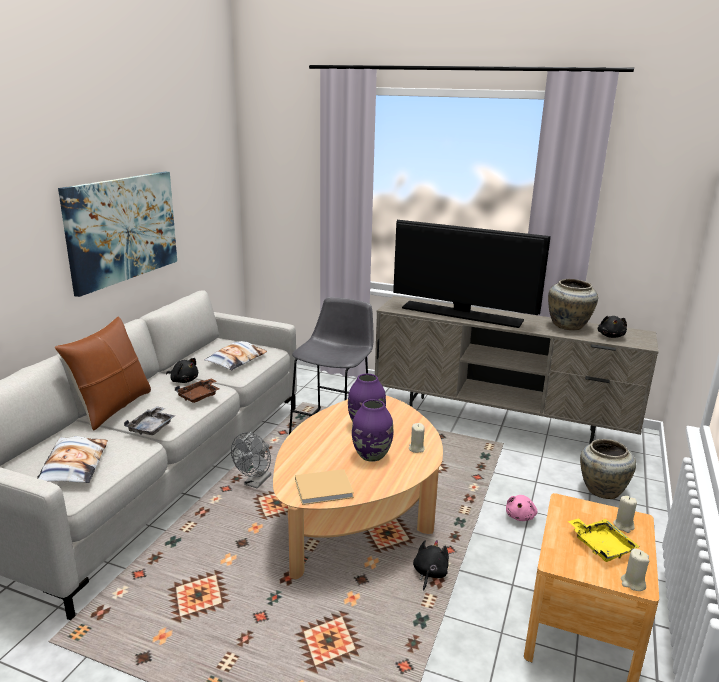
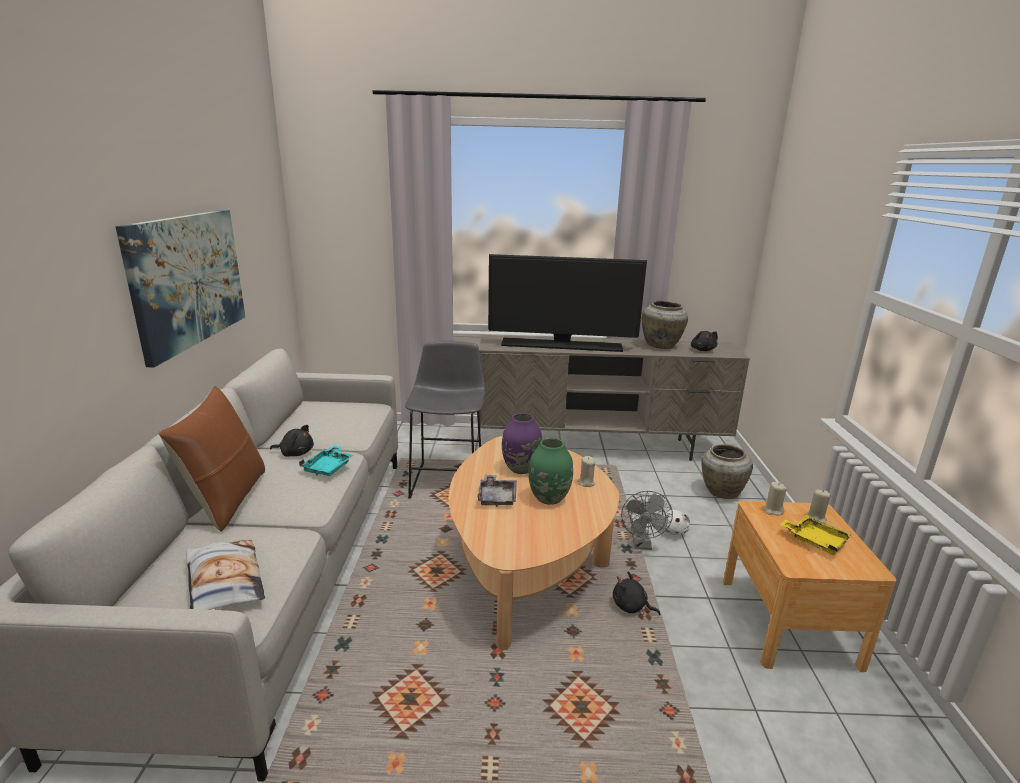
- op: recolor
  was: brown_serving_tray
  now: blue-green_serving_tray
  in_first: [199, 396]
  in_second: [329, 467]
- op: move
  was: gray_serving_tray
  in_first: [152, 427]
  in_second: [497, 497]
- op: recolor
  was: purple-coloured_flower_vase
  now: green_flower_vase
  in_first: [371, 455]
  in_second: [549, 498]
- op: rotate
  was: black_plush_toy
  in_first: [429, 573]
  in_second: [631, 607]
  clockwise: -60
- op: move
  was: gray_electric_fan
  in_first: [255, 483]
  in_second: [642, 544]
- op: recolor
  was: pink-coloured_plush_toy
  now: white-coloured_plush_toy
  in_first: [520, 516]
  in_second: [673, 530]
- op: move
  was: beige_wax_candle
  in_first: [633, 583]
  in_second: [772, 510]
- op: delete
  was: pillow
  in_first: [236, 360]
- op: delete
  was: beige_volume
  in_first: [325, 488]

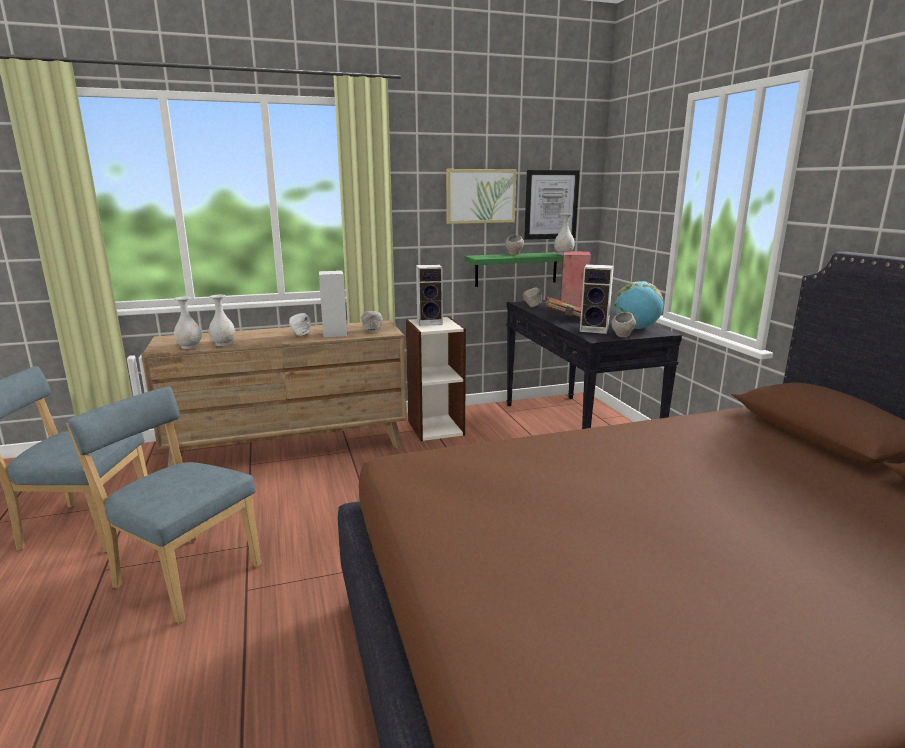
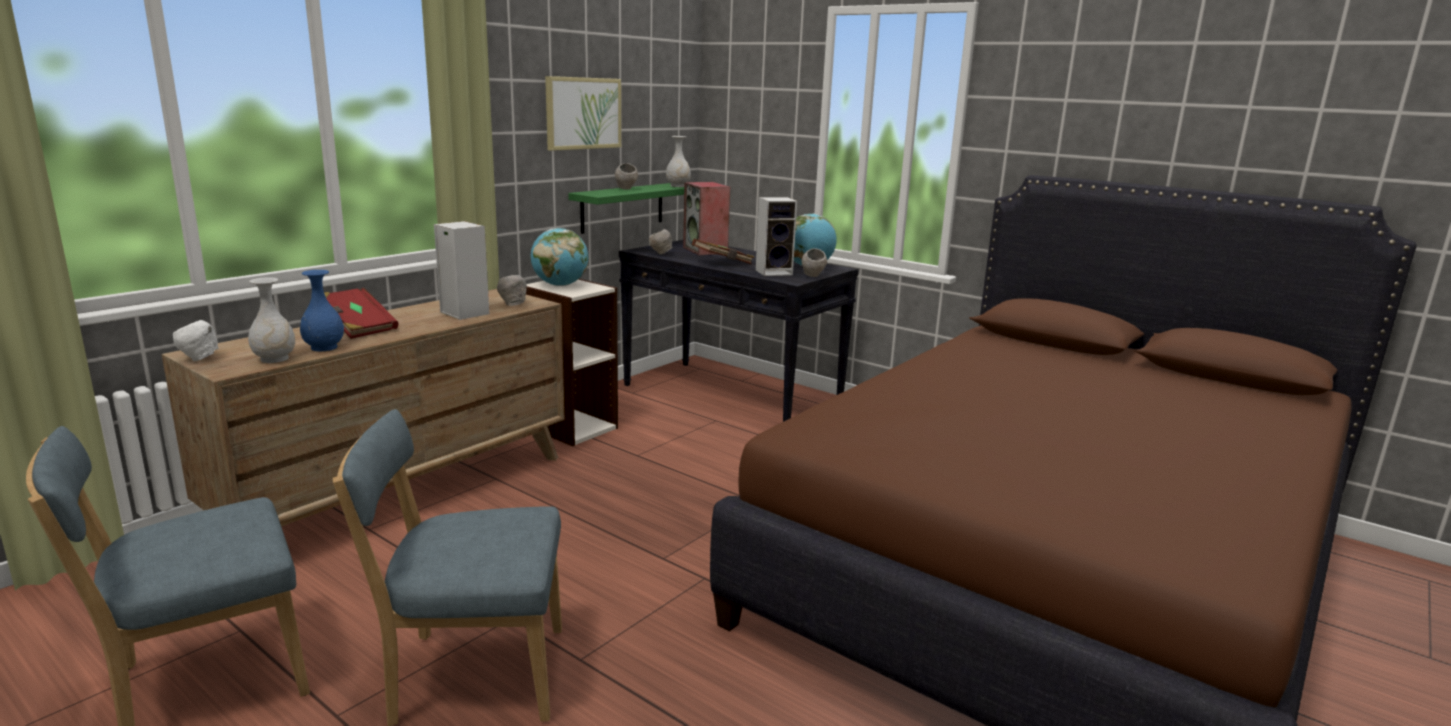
- op: move
  was: white-coloured_deep_dish
  in_first: [301, 335]
  in_second: [199, 359]
- op: recolor
  was: white-coloured_flower_vase
  now: blue_flower_vase
  in_first: [223, 344]
  in_second: [324, 347]
- op: insert
  now: red-coloured_volume
  in_second: [357, 327]
- op: replace
  was: speaker
  now: globe
  in_first: [430, 322]
  in_second: [560, 285]
- op: delete
  was: wall_art
  in_first: [551, 204]

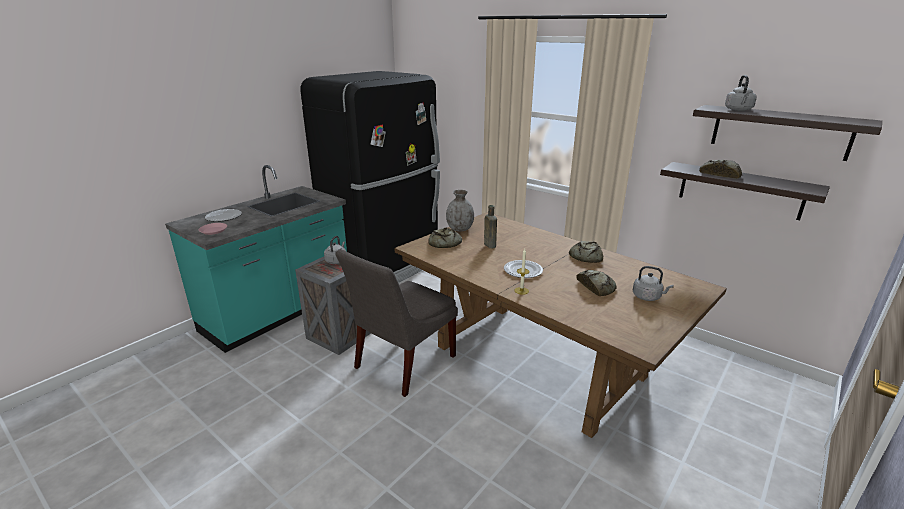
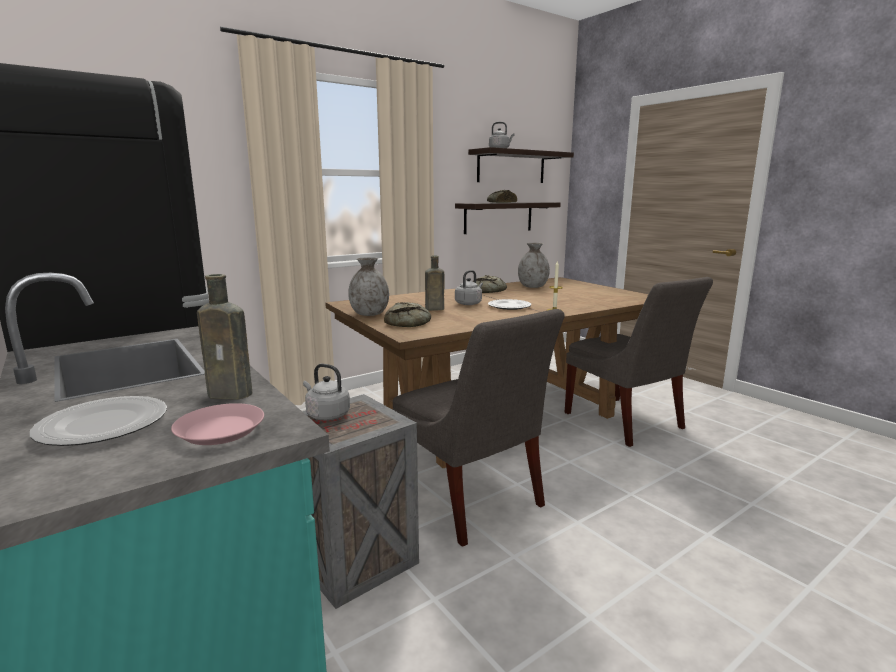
- op: insert
  now: brown_beverage_bottle
  in_second: [233, 394]
- op: move
  was: gray_kettle
  in_first: [648, 297]
  in_second: [469, 303]
- op: insert
  now: gray_flower_vase
  in_second: [533, 287]
- op: insert
  now: gray_upright_chair
  in_second: [626, 422]
- op: delete
  was: baked_bread
  in_first: [596, 286]

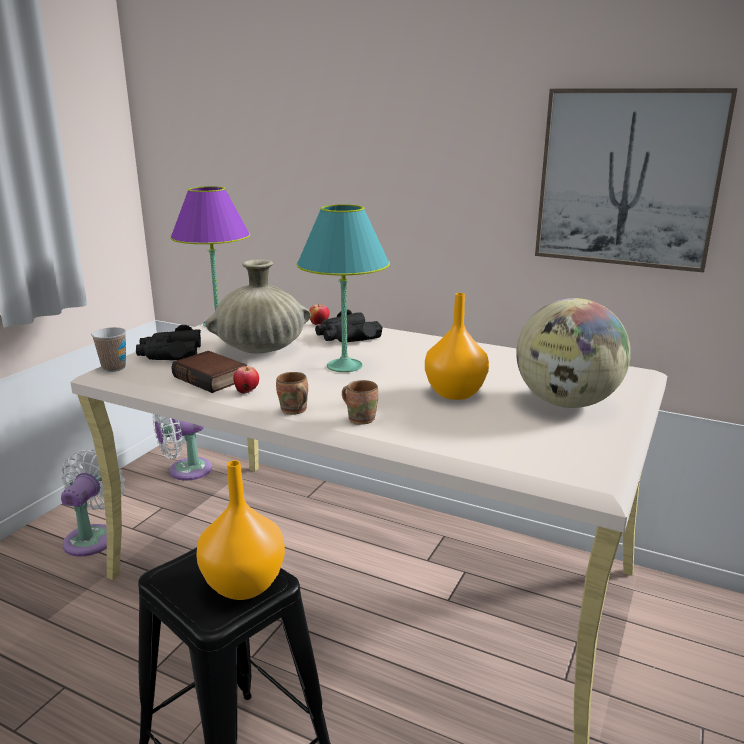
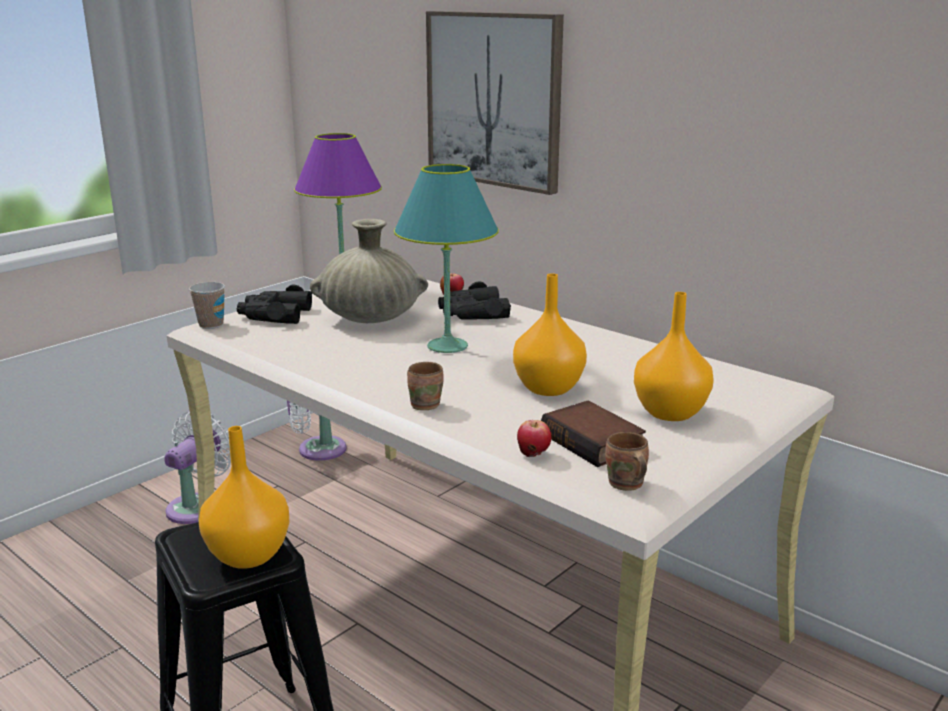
- op: move
  was: wall_art
  in_first: [628, 178]
  in_second: [494, 100]
- op: move
  was: apple
  in_first: [247, 392]
  in_second: [533, 455]
- op: move
  was: volume
  in_first: [213, 378]
  in_second: [595, 442]
- op: move
  was: brown_mug
  in_first: [293, 411]
  in_second: [625, 485]
- op: replace
  was: globe
  now: orangey_flower_vase
  in_first: [566, 403]
  in_second: [670, 413]

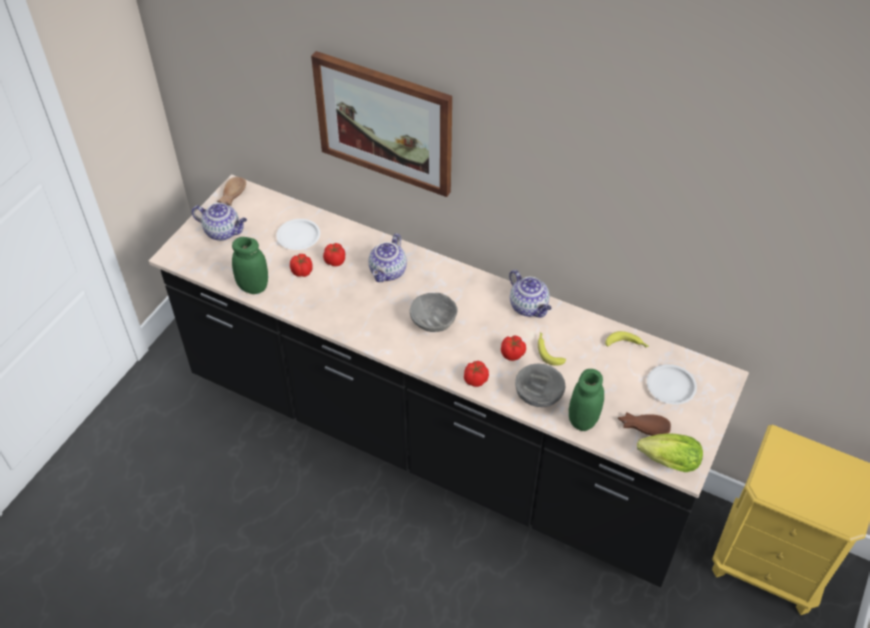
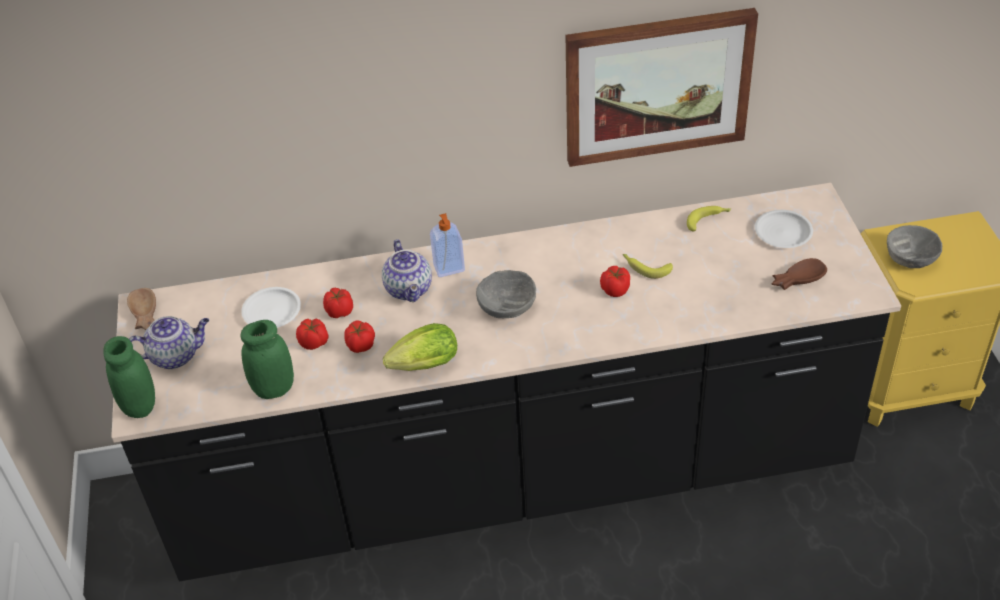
- op: move
  was: green_jar
  in_first: [583, 420]
  in_second: [140, 406]
- op: move
  was: fresh_tomato
  in_first: [475, 380]
  in_second: [360, 345]
- op: move
  was: lettuce
  in_first: [665, 461]
  in_second: [421, 366]
- op: insert
  now: soap_dispenser
  in_second: [449, 269]
- op: move
  was: wall_art
  in_first: [385, 123]
  in_second: [657, 86]
- op: move
  was: gray_deep_dish
  in_first: [538, 395]
  in_second: [910, 259]
- op: delete
  was: tea_pot
  in_first: [529, 307]

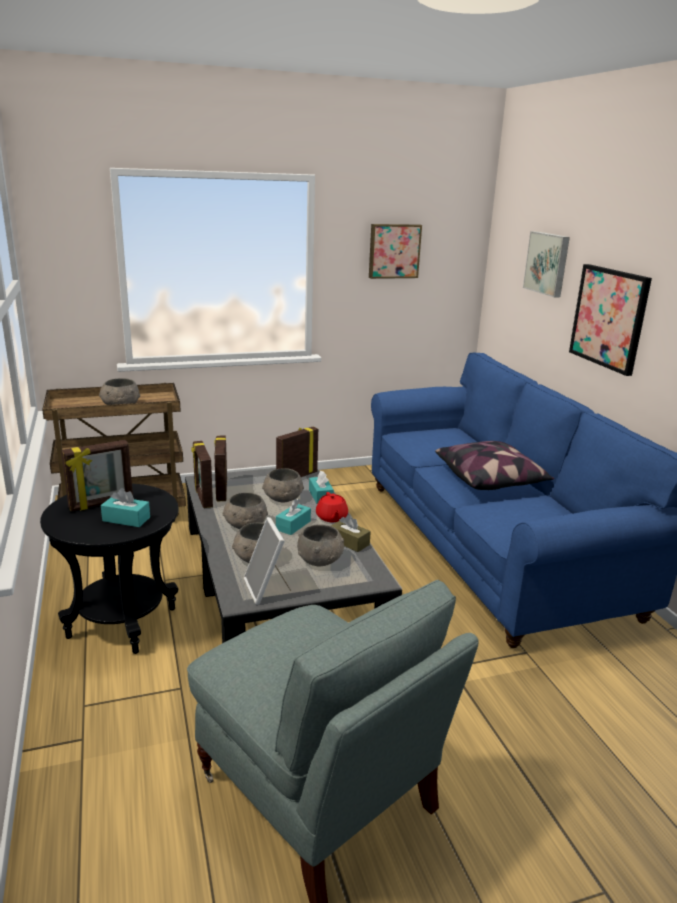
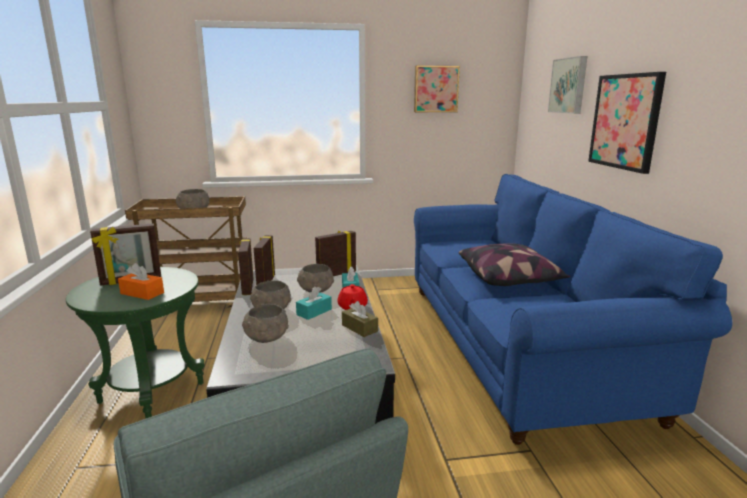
- op: recolor
  was: black_accent_table
  now: green_accent_table
  in_first: [122, 623]
  in_second: [152, 393]
- op: recolor
  was: blue-green_box_of_tissues
  now: orangey_box_of_tissues
  in_first: [126, 519]
  in_second: [142, 293]
- op: delete
  was: photo_frame
  in_first: [267, 589]
- op: delete
  was: gray_deep_dish
  in_first: [320, 560]

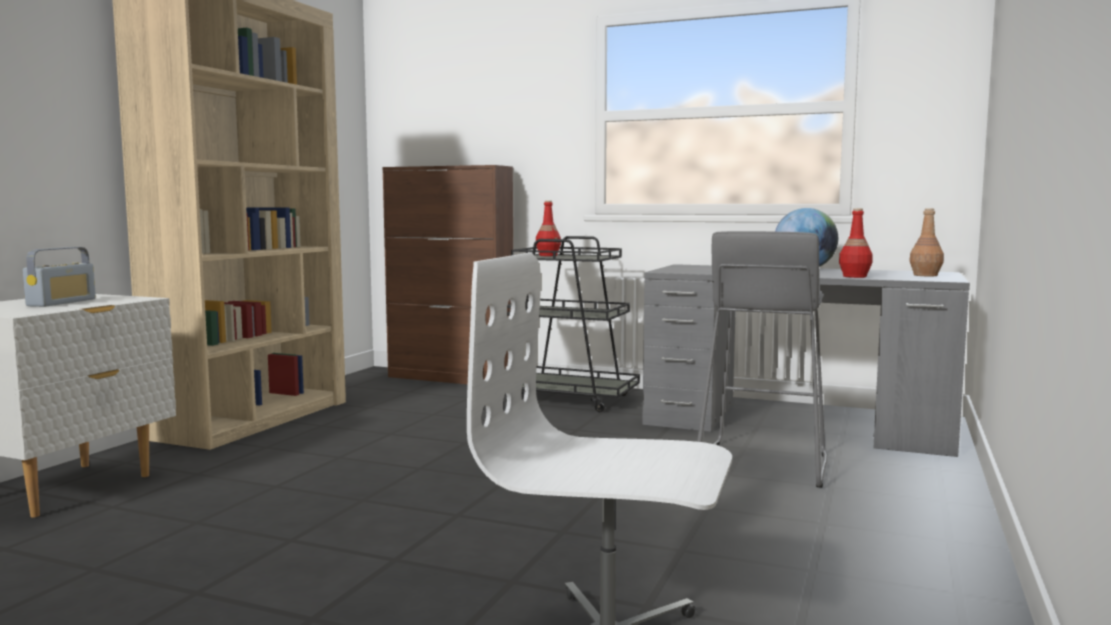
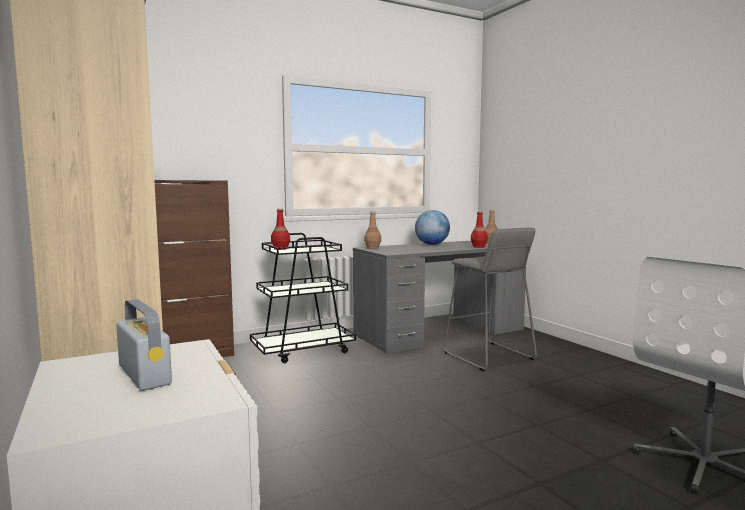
- op: insert
  now: brown_beverage_bottle
  in_second: [373, 248]

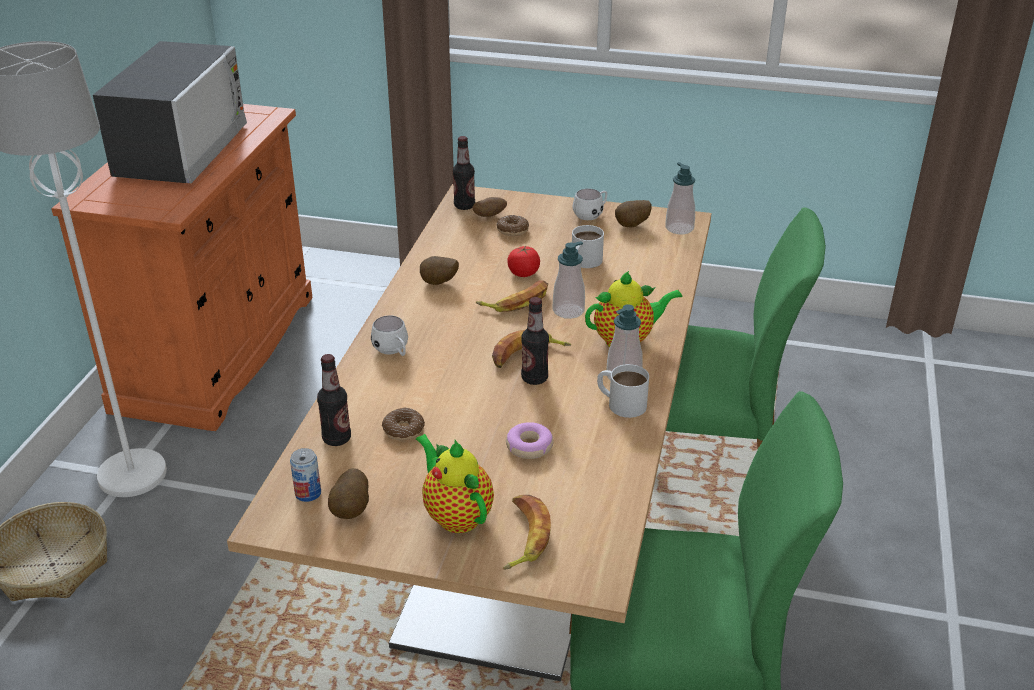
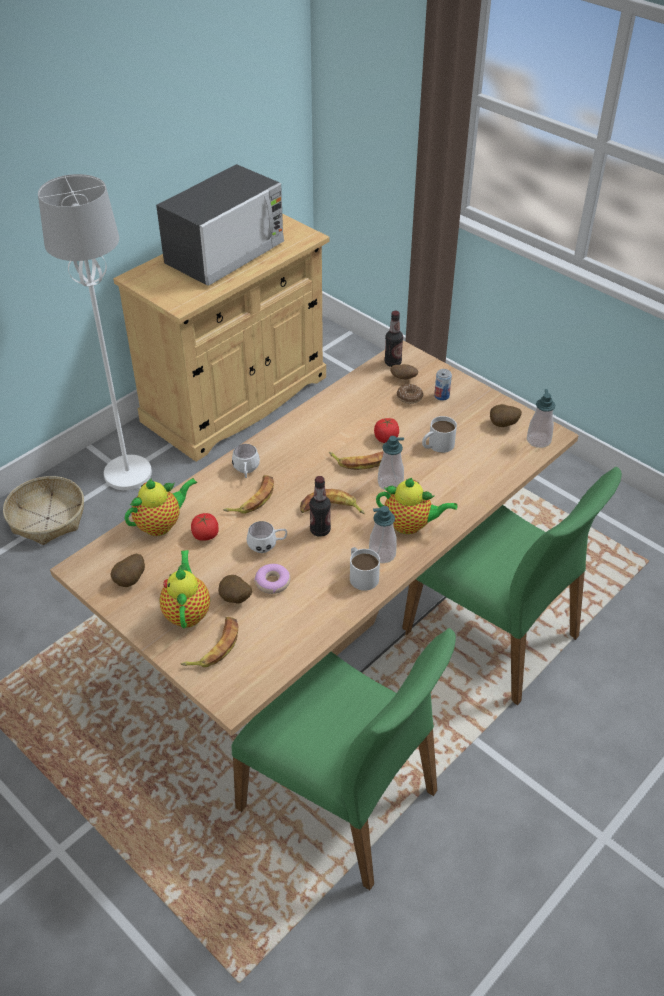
- op: recolor
  was: orangey_cupboard
  now: beige_cupboard
  in_first: [217, 351]
  in_second: [236, 399]
- op: replace
  was: beverage_bottle
  now: tea_pot
  in_first: [337, 439]
  in_second: [161, 524]
- op: replace
  was: ring_doughnut
  now: fresh_tomato
  in_first: [403, 430]
  in_second: [205, 535]
- op: move
  was: whole_potato
  in_first: [439, 284]
  in_second: [235, 599]
- op: insert
  now: banana
  in_second: [252, 498]
- op: move
  was: white-coloured_mug
  in_first: [591, 215]
  in_second: [267, 546]
- op: move
  was: can
  in_first: [308, 493]
  in_second: [441, 396]

